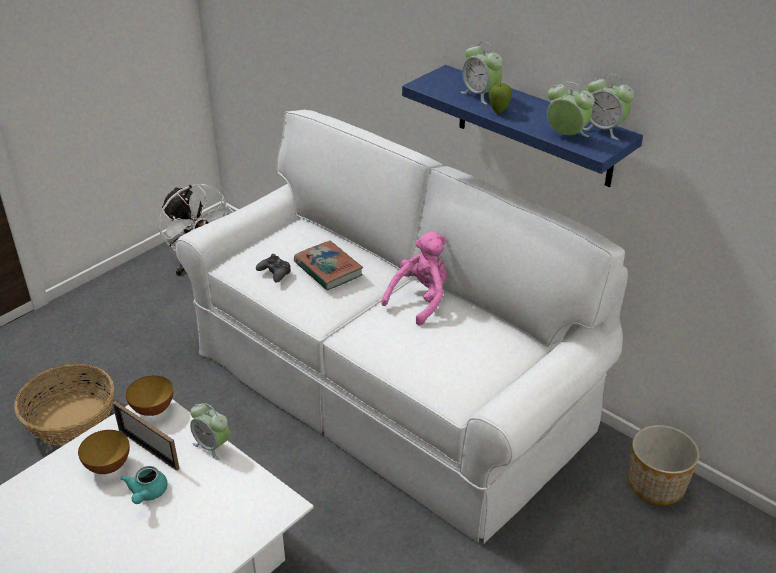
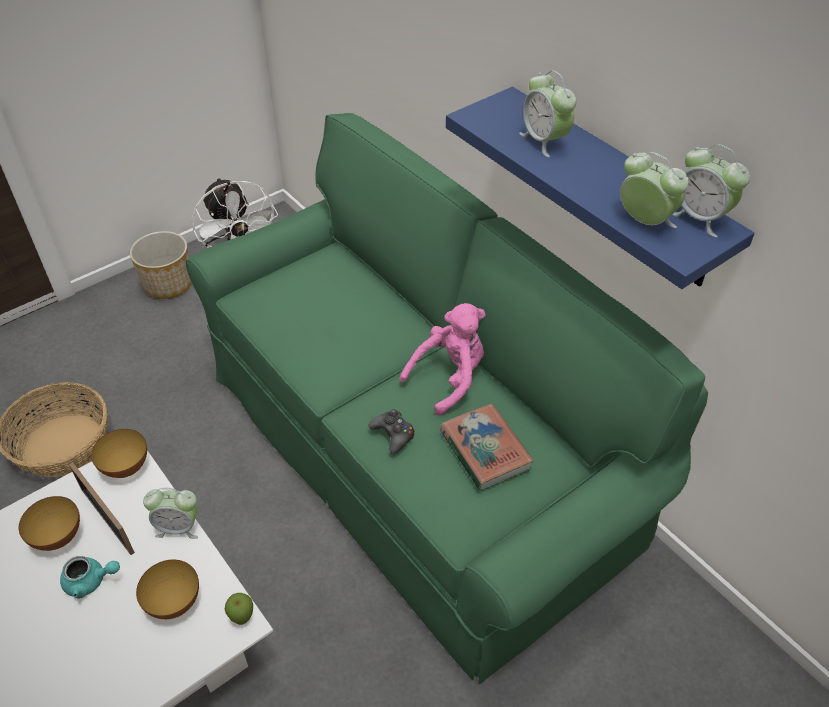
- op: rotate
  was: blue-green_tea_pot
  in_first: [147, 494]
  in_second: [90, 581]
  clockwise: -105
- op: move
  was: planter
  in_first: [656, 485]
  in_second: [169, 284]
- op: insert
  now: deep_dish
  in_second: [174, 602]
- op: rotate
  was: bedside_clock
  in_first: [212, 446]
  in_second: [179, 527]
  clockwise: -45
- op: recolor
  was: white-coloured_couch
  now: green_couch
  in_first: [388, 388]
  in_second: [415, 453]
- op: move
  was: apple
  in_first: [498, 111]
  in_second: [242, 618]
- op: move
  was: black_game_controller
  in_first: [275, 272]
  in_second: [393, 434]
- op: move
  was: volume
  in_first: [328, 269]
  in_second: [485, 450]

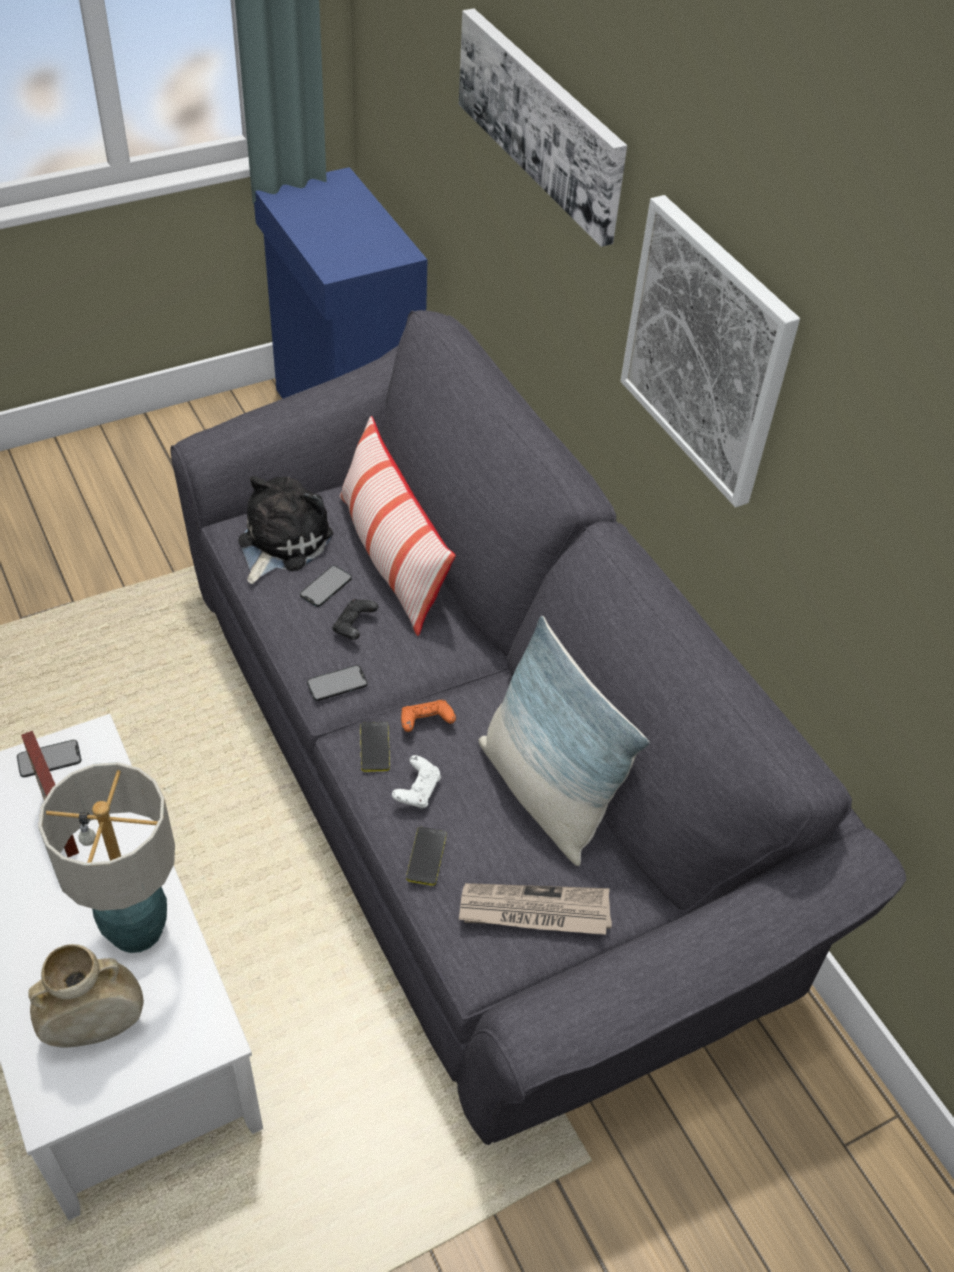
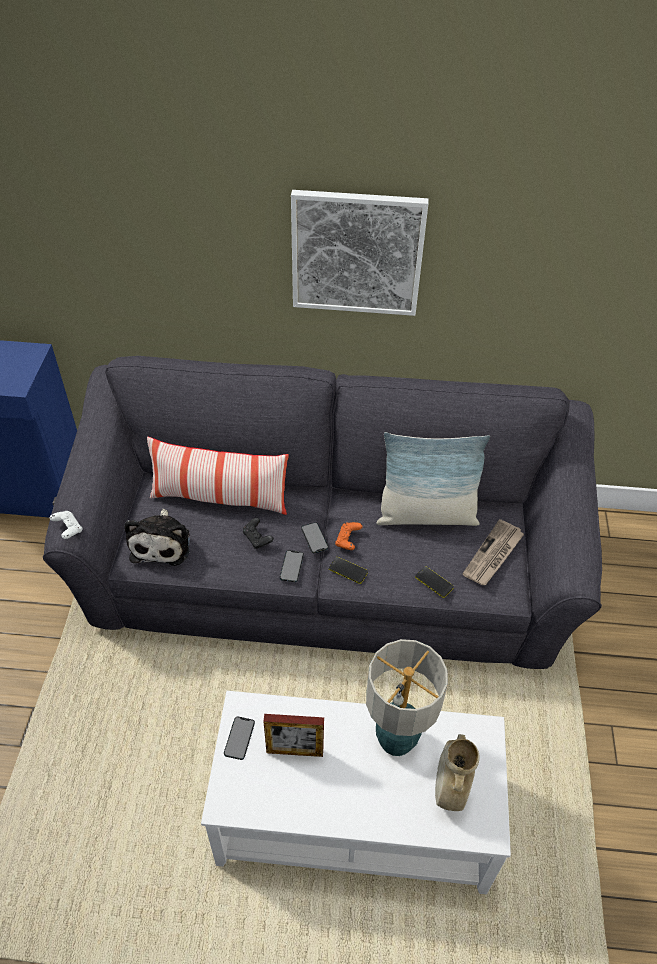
- op: move
  was: white-coloured_game_controller
  in_first: [417, 790]
  in_second: [68, 529]
- op: rotate
  was: plush_toy
  in_first: [281, 542]
  in_second: [162, 543]
  clockwise: -150
- op: move
  was: phone
  in_first: [326, 586]
  in_second: [314, 538]
- op: delete
  was: wall_art
  in_first: [541, 121]

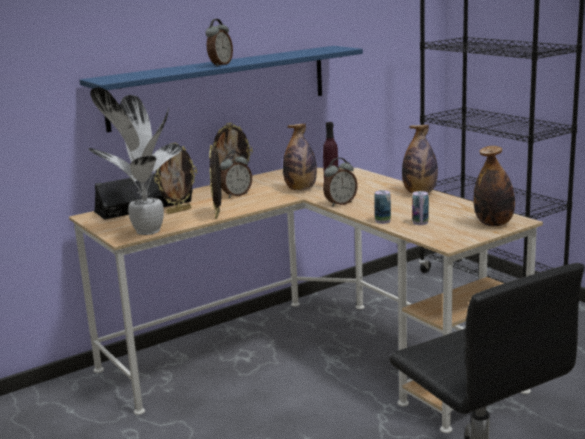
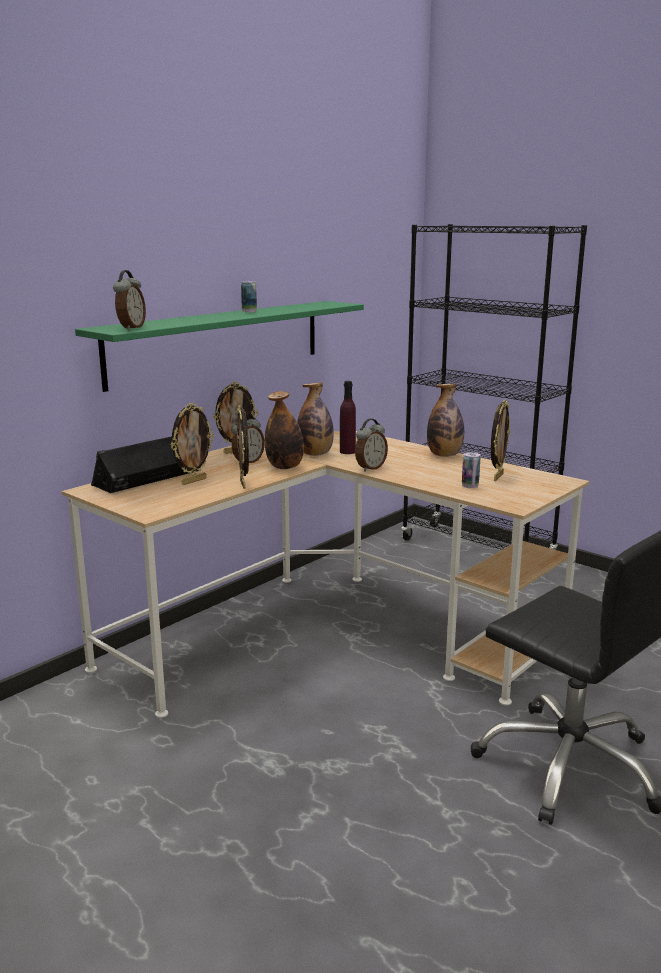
- op: recolor
  was: blue_wall_shelf
  now: green_wall_shelf
  in_first: [220, 86]
  in_second: [219, 342]
- op: move
  was: bedside_clock
  in_first: [220, 65]
  in_second: [131, 328]
- op: move
  was: can
  in_first: [382, 221]
  in_second: [249, 311]
- op: move
  was: beverage_bottle
  in_first: [494, 224]
  in_second: [285, 467]
- op: insert
  now: photo_frame
  in_second: [497, 477]
- op: delete
  was: plant_in_a_pot
  in_first: [146, 232]

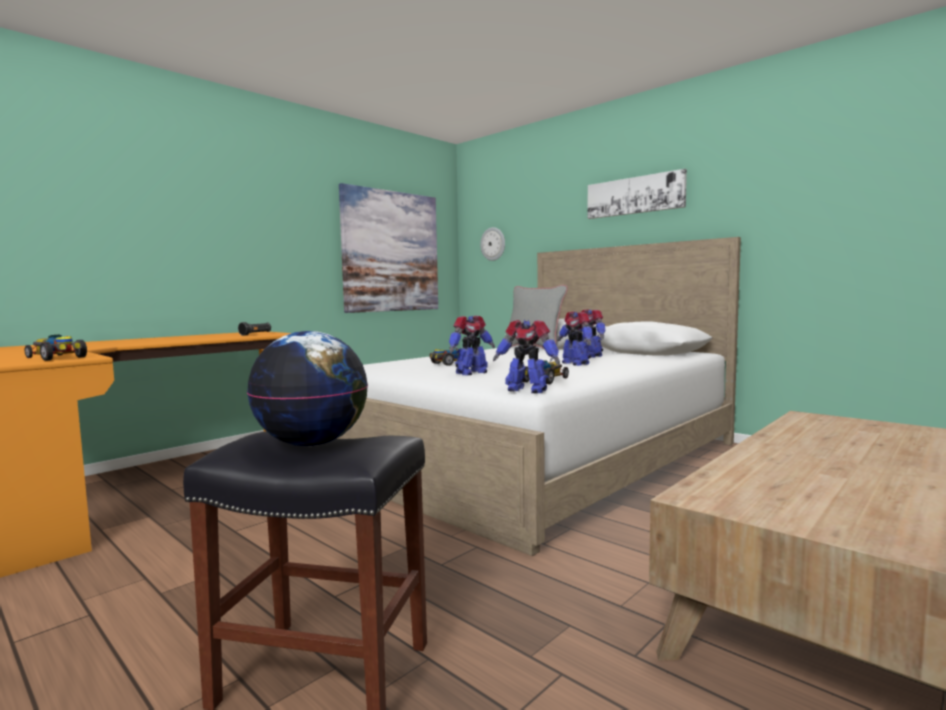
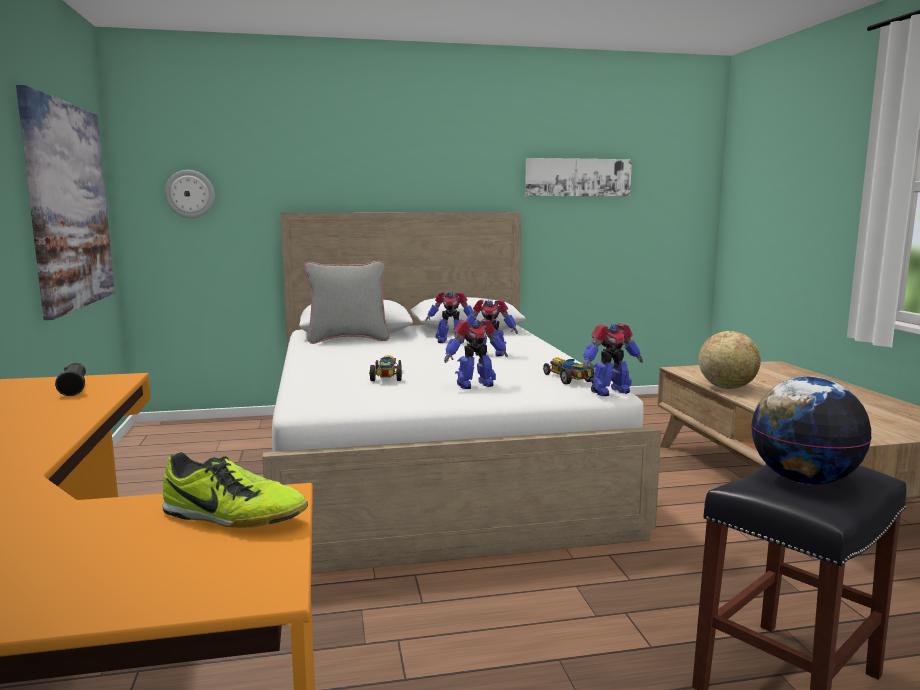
- op: replace
  was: toy_car
  now: item_of_footwear
  in_first: [56, 358]
  in_second: [233, 517]
- op: rotate
  was: model_robot
  in_first: [470, 373]
  in_second: [474, 385]
  clockwise: 75
- op: move
  was: wall_art
  in_first: [635, 195]
  in_second: [577, 177]
- op: insert
  now: globe
  in_second: [727, 387]

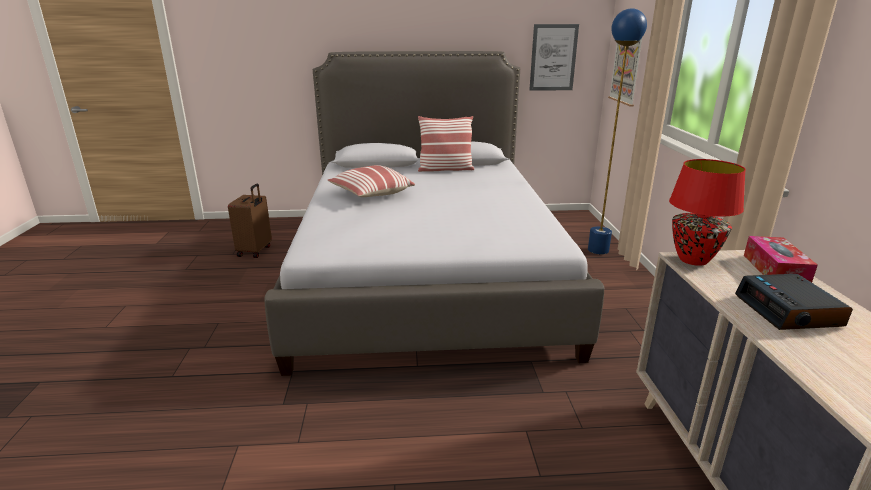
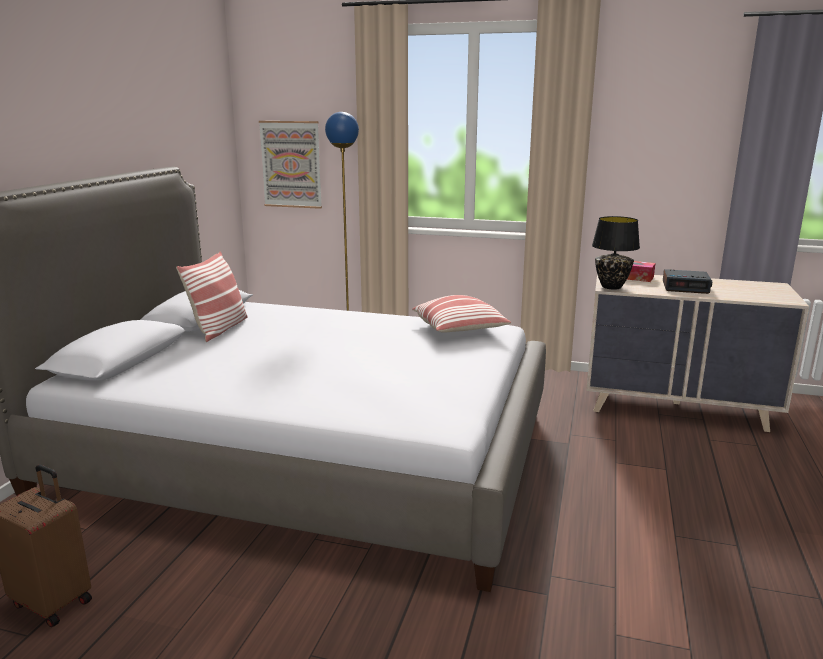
- op: move
  was: pillow
  in_first: [370, 194]
  in_second: [460, 330]
- op: recolor
  was: red-coloured_table_lamp
  now: black_table_lamp
  in_first: [693, 260]
  in_second: [612, 287]
- op: delete
  was: wall_art
  in_first: [553, 57]

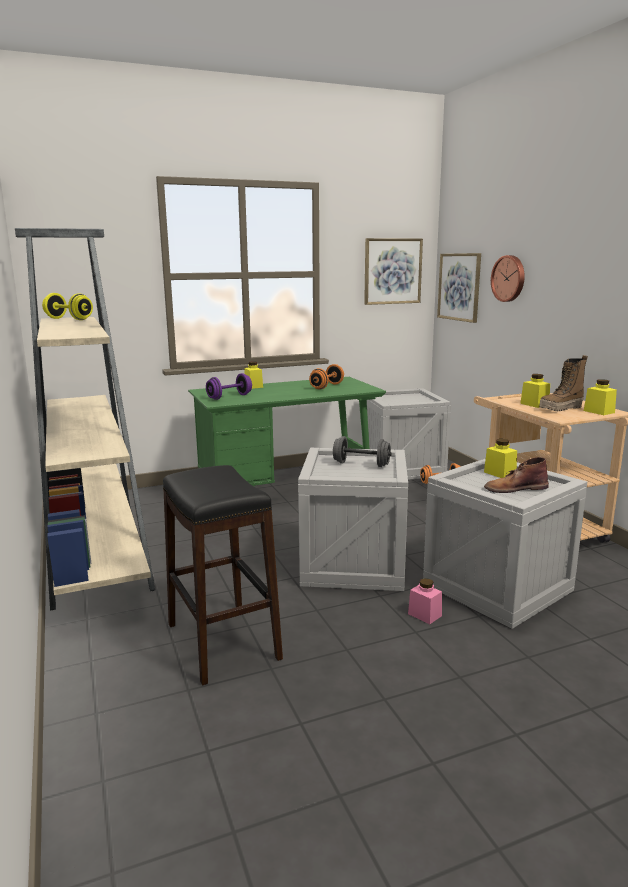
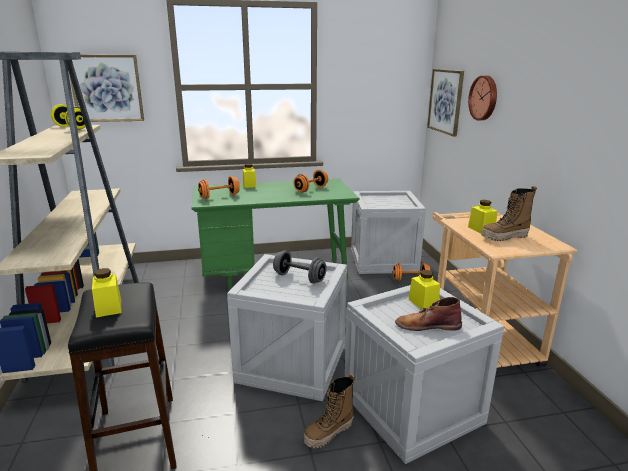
- op: move
  was: wall_art
  in_first: [392, 271]
  in_second: [107, 88]
- op: move
  was: yellowish_jar
  in_first: [599, 411]
  in_second: [109, 308]
- op: recolor
  was: purple-coloured_dumbbell
  now: orangey_dumbbell
  in_first: [229, 397]
  in_second: [219, 196]
- op: replace
  was: pink-coloured_jar
  now: tall_boot
  in_first: [424, 615]
  in_second: [329, 433]

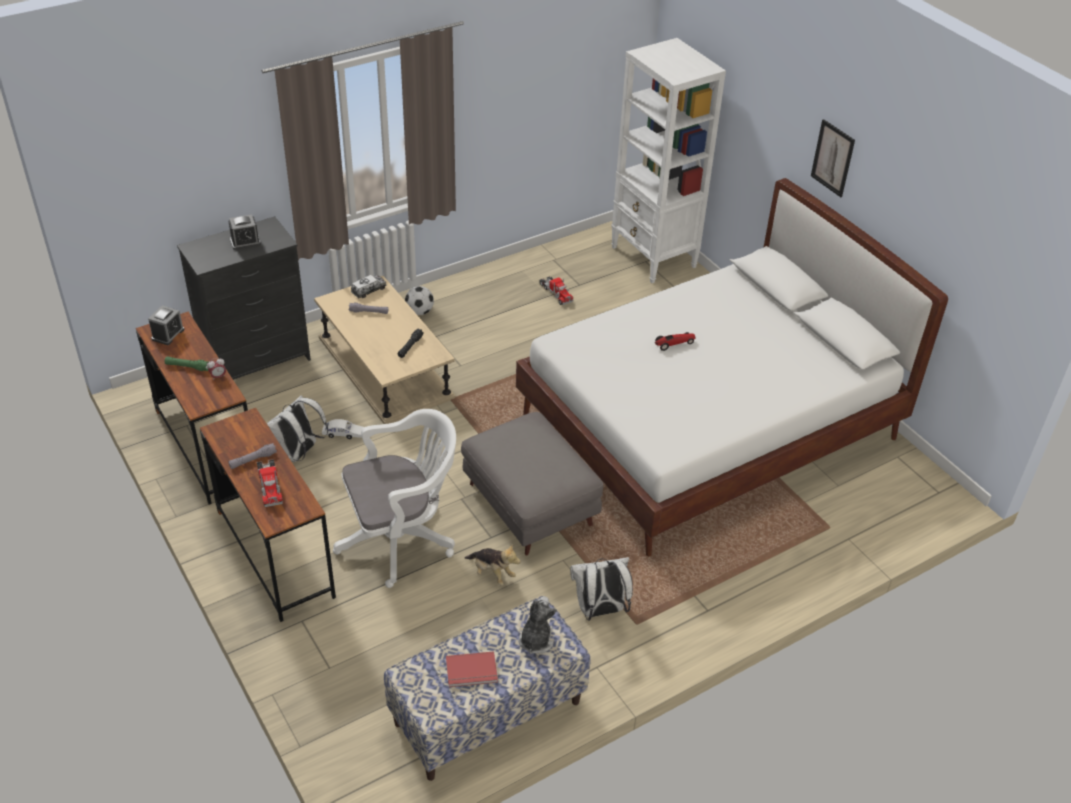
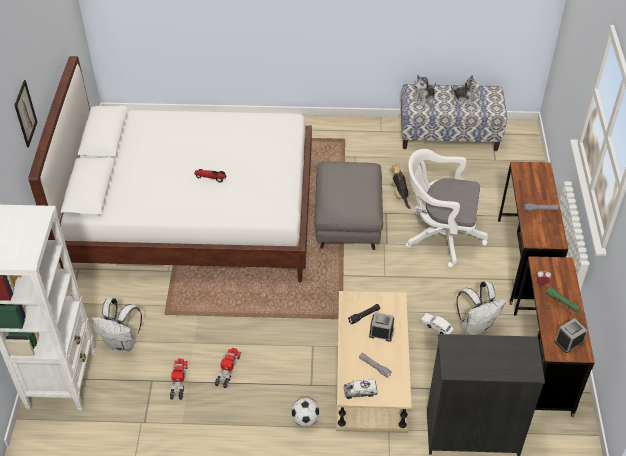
- op: move
  was: white-coloured_knapsack
  in_first: [600, 610]
  in_second: [122, 342]
- op: move
  was: toy_truck
  in_first: [269, 486]
  in_second: [228, 370]
- op: move
  was: bedside_clock
  in_first: [245, 242]
  in_second: [381, 333]
- op: replace
  was: red-coloured_volume
  now: plush_toy
  in_first: [472, 672]
  in_second: [464, 99]

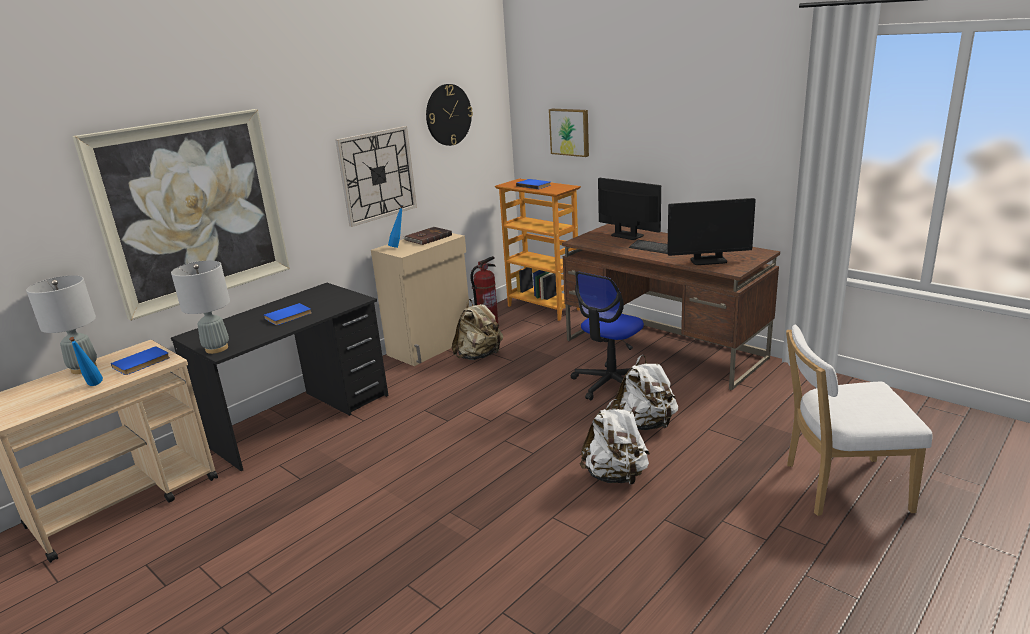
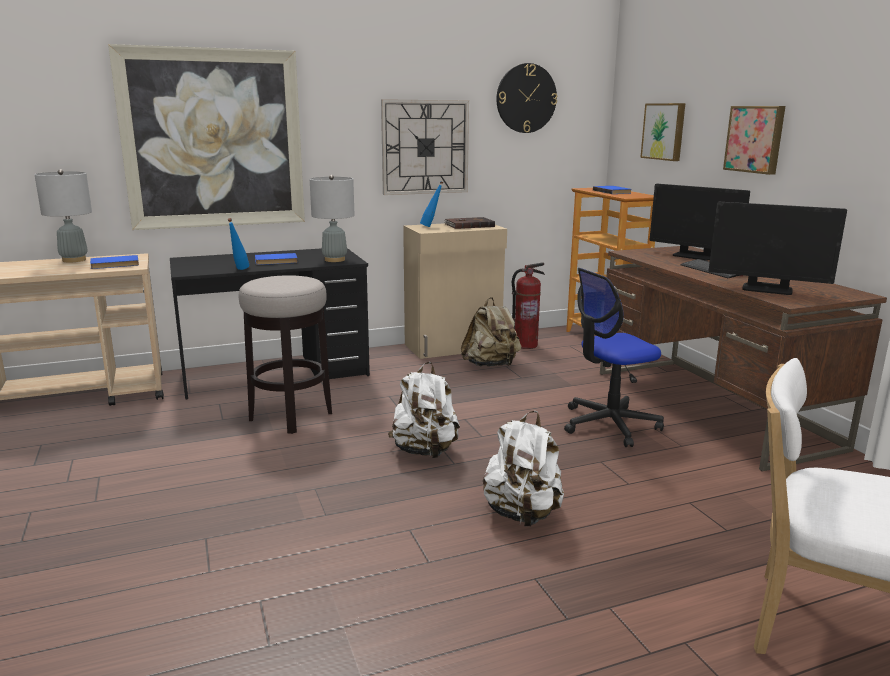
- op: move
  was: blue_beverage_bottle
  in_first: [93, 386]
  in_second: [239, 270]
- op: insert
  now: sitting_stool
  in_second: [290, 416]
- op: move
  was: gray_table_lamp
  in_first: [217, 348]
  in_second: [335, 260]
- op: move
  was: white-coloured_knapsack
  in_first: [645, 425]
  in_second: [425, 451]
- op: rotate
  was: computer_display
  in_first: [627, 235]
  in_second: [693, 256]
  clockwise: 150
- op: insert
  now: wall_art
  in_second: [755, 139]

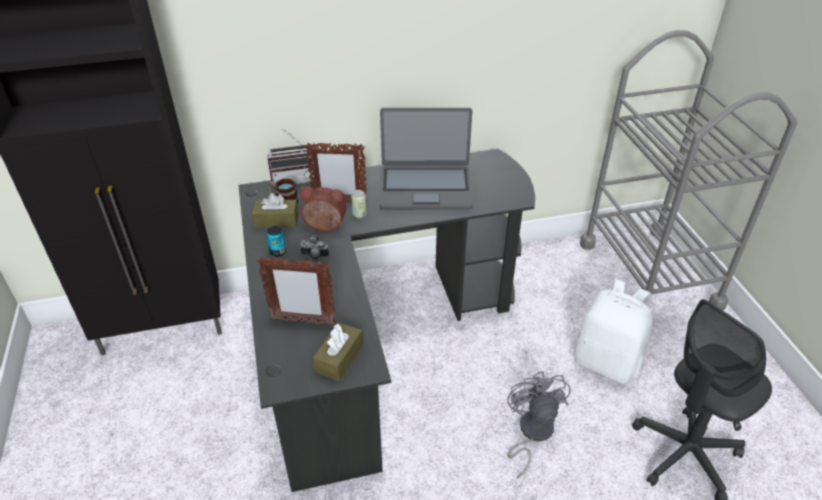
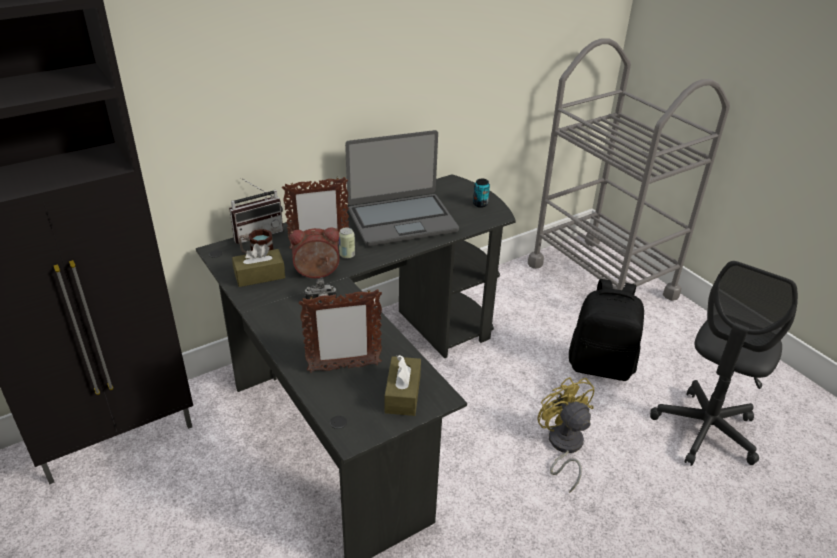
- op: move
  was: can
  in_first: [278, 252]
  in_second: [480, 204]
- op: recolor
  was: gray_electric_fan
  now: yellowish_electric_fan
  in_first: [531, 433]
  in_second: [563, 447]
- op: recolor
  was: white-coloured_knapsack
  now: black_knapsack
  in_first: [607, 362]
  in_second: [601, 365]

